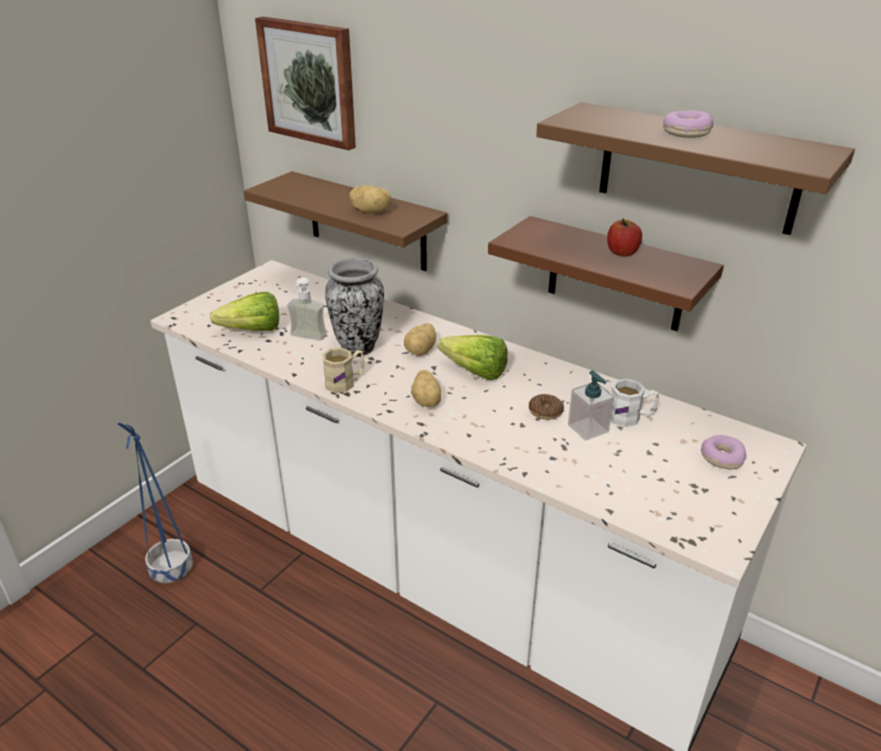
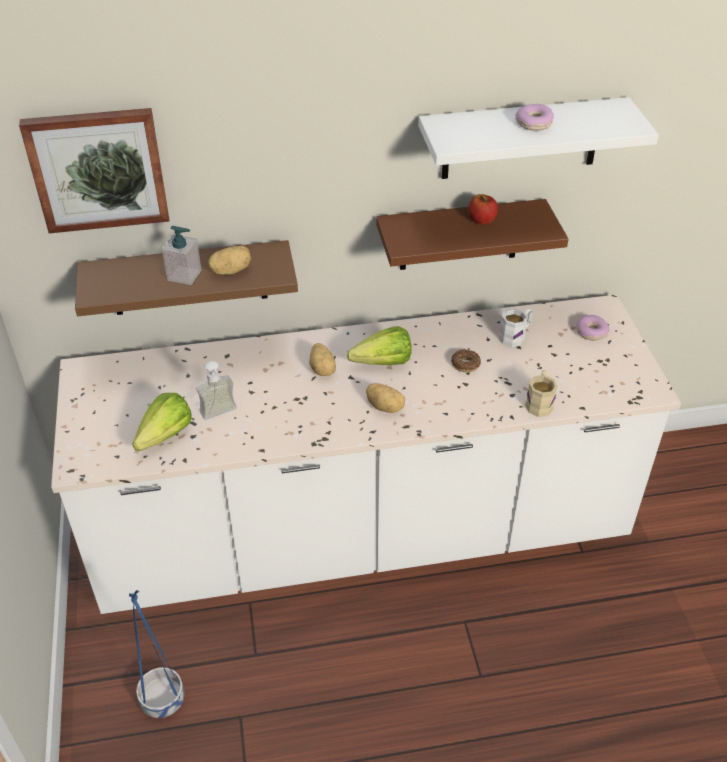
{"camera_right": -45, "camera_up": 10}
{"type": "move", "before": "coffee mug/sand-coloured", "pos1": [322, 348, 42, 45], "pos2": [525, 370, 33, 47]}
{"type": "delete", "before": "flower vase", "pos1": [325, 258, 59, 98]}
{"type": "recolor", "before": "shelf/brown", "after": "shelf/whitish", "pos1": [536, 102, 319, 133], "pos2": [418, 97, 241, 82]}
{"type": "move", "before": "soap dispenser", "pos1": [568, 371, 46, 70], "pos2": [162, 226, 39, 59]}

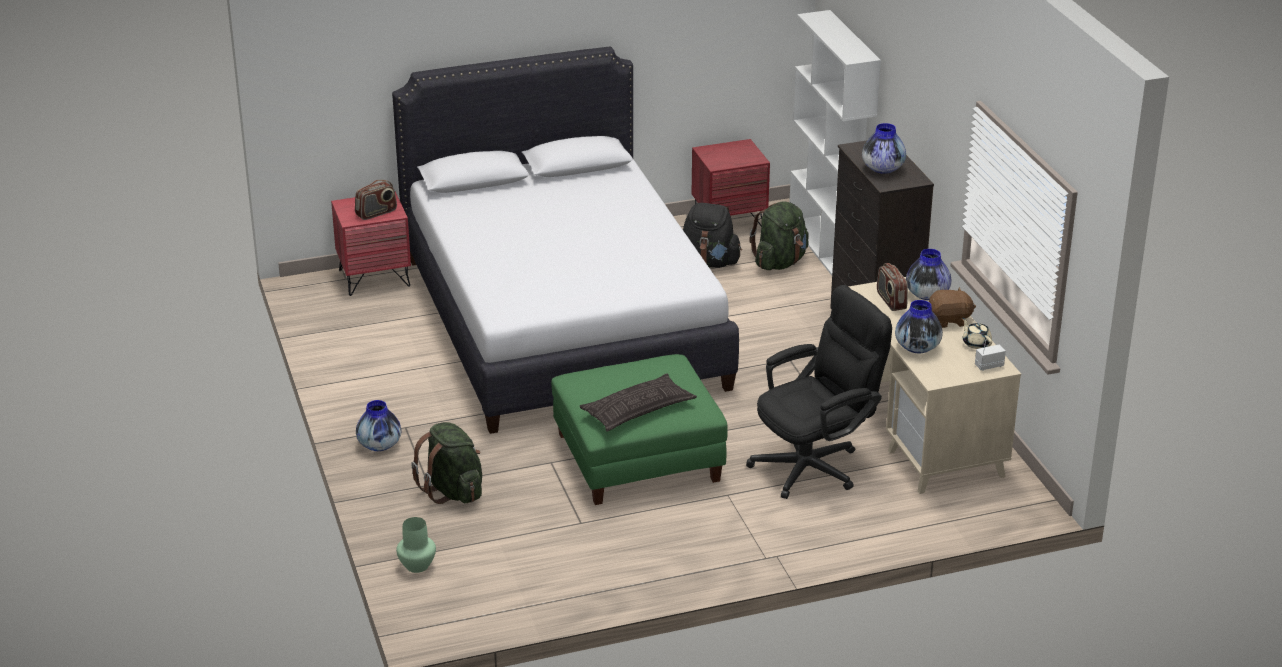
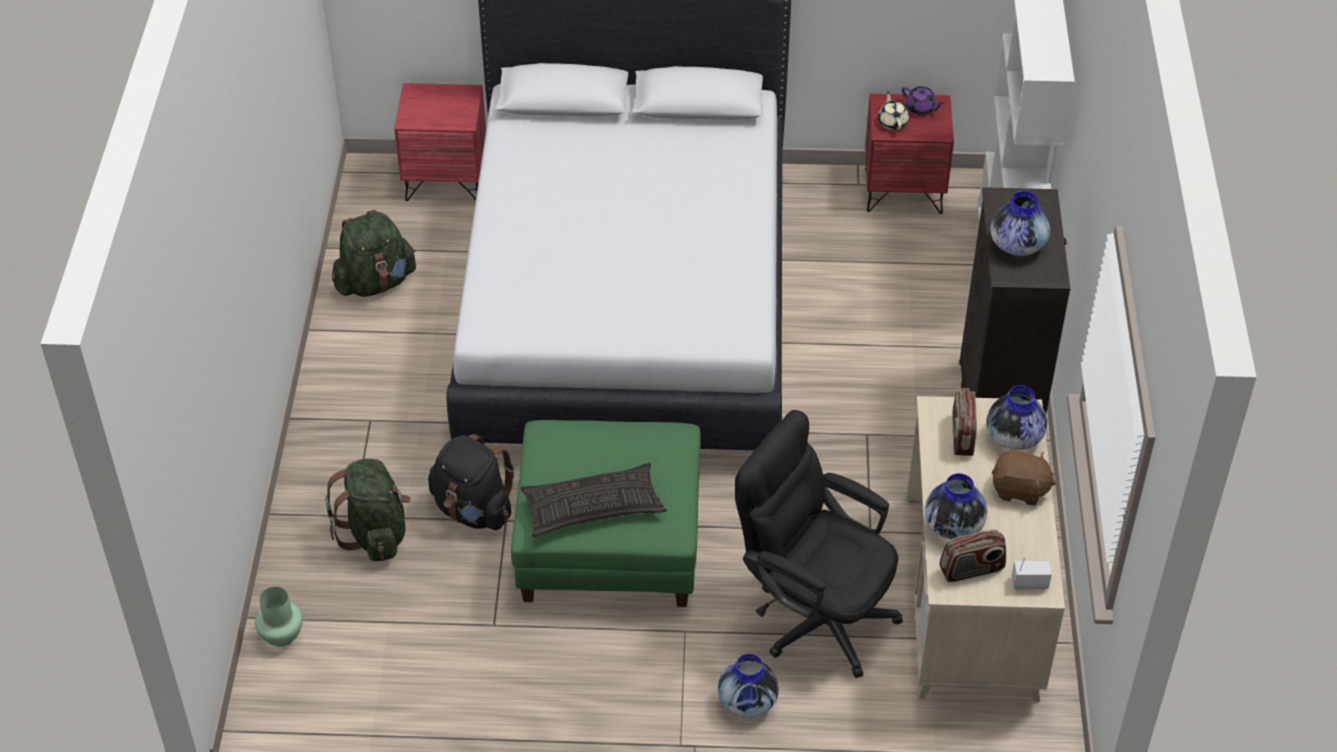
{"camera_right": 20, "camera_up": 15}
{"type": "move", "before": "radio", "pos1": [355, 180, 42, 40], "pos2": [939, 530, 67, 52]}
{"type": "move", "before": "flower vase", "pos1": [356, 400, 45, 51], "pos2": [718, 654, 61, 64]}
{"type": "move", "before": "backpack/black", "pos1": [683, 203, 59, 65], "pos2": [428, 434, 87, 96]}
{"type": "rotate", "before": "computer chair/black", "pos1": [746, 285, 146, 214], "pos2": [735, 410, 168, 268], "turn": -135}
{"type": "move", "before": "backpack/green-coloured", "pos1": [749, 201, 60, 69], "pos2": [332, 210, 84, 87]}
{"type": "move", "before": "teapot/sand-coloured", "pos1": [962, 318, 30, 31], "pos2": [878, 91, 31, 39]}
{"type": "insert", "after": "teapot/purplish", "pos2": [902, 86, 43, 29]}

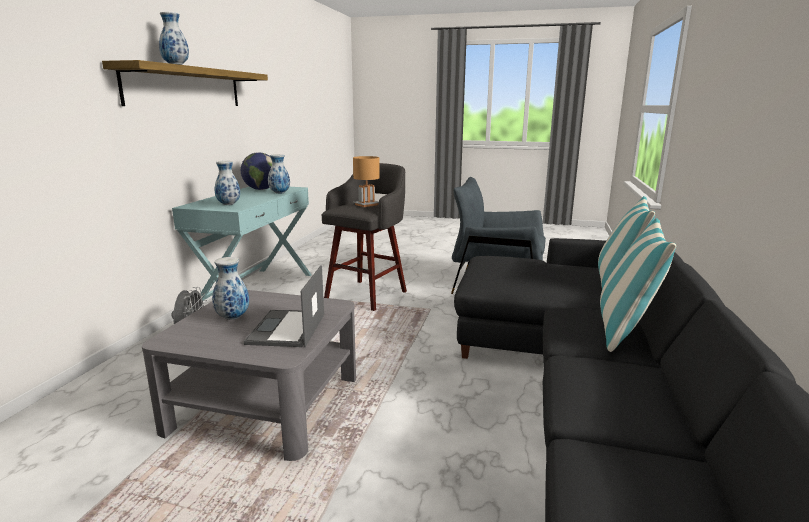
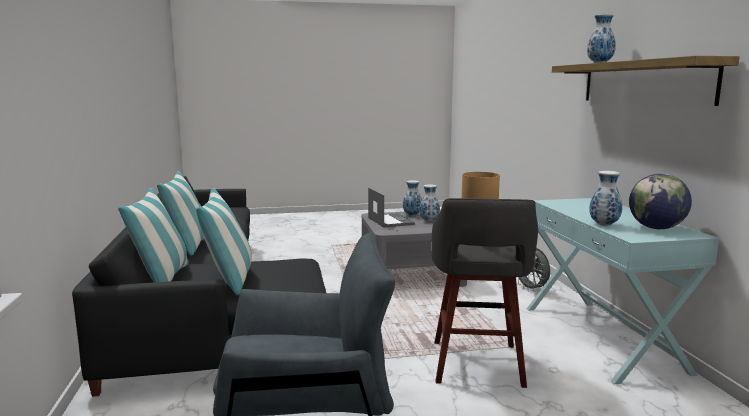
{"camera_right": 155, "camera_up": -5}
{"type": "move", "before": "flower vase", "pos1": [215, 161, 25, 44], "pos2": [403, 180, 19, 36]}
{"type": "insert", "after": "pillow", "pos2": [196, 188, 56, 107]}

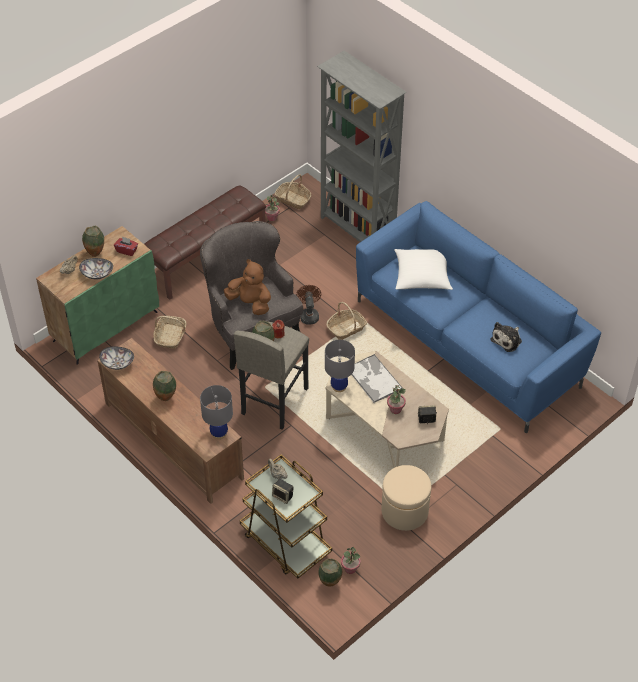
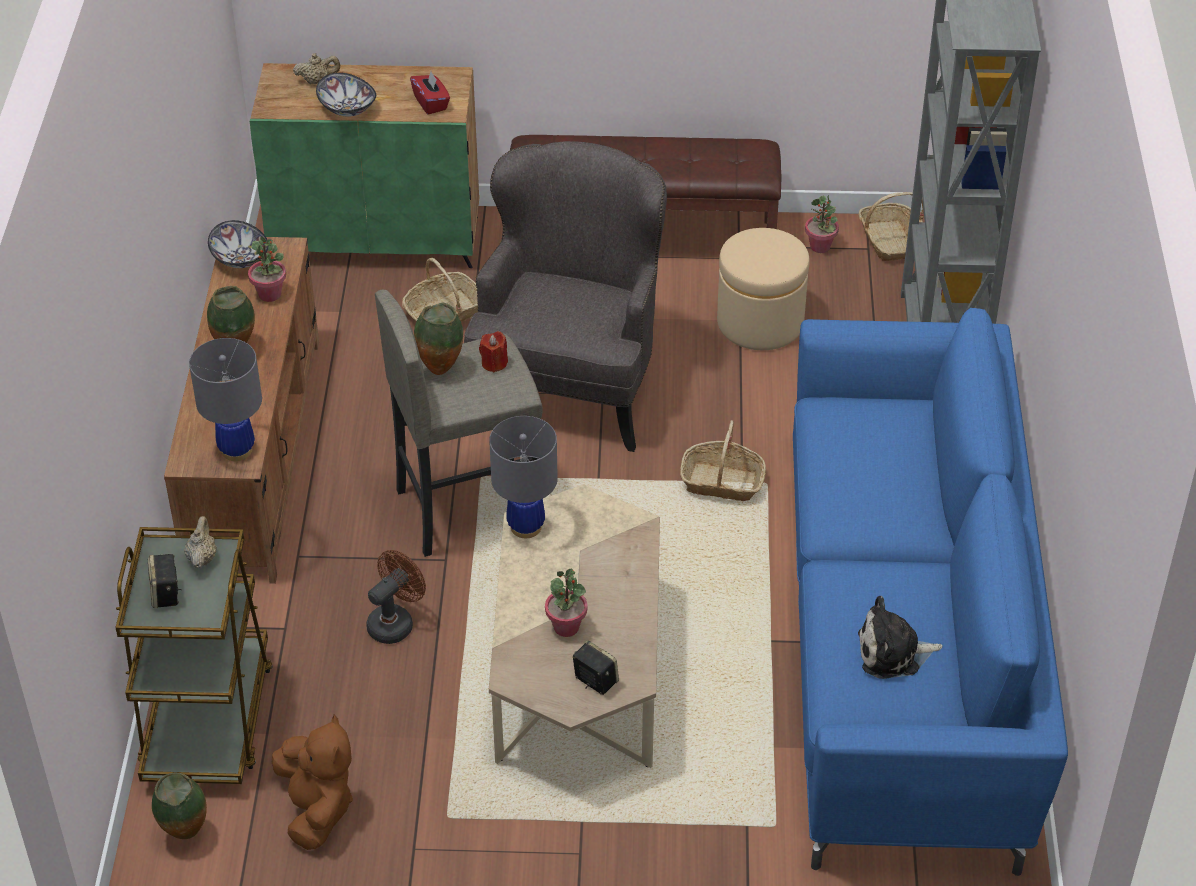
{"camera_right": 45, "camera_up": -5}
{"type": "delete", "before": "flower vase", "pos1": [82, 226, 22, 31]}
{"type": "move", "before": "cuddly toy/brown", "pos1": [223, 259, 48, 56], "pos2": [272, 714, 81, 136]}
{"type": "move", "before": "electric fan/brown", "pos1": [296, 285, 25, 40], "pos2": [366, 550, 60, 94]}
{"type": "move", "before": "houseplant", "pos1": [341, 547, 19, 27], "pos2": [248, 236, 38, 66]}
{"type": "delete", "before": "carrying tray", "pos1": [351, 354, 51, 49]}
{"type": "move", "before": "ottoman/sand-coloured", "pos1": [381, 465, 50, 66], "pos2": [717, 228, 93, 122]}
{"type": "delete", "before": "pillow/whitish", "pos1": [394, 249, 59, 41]}

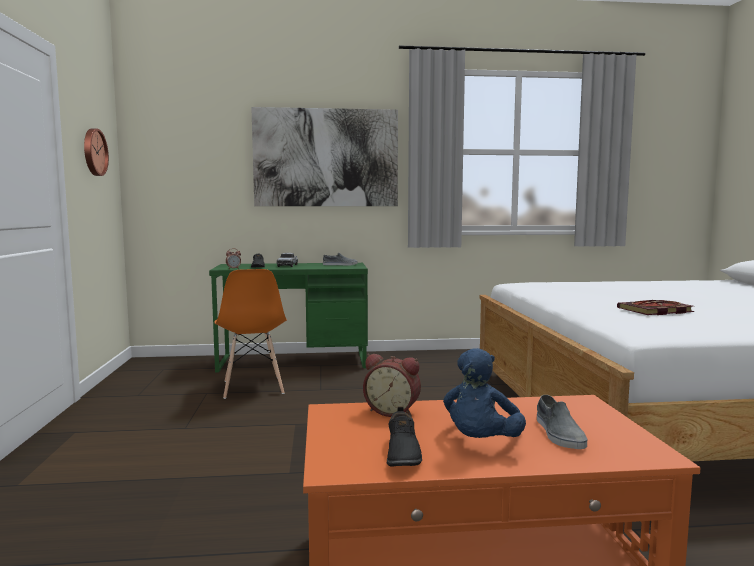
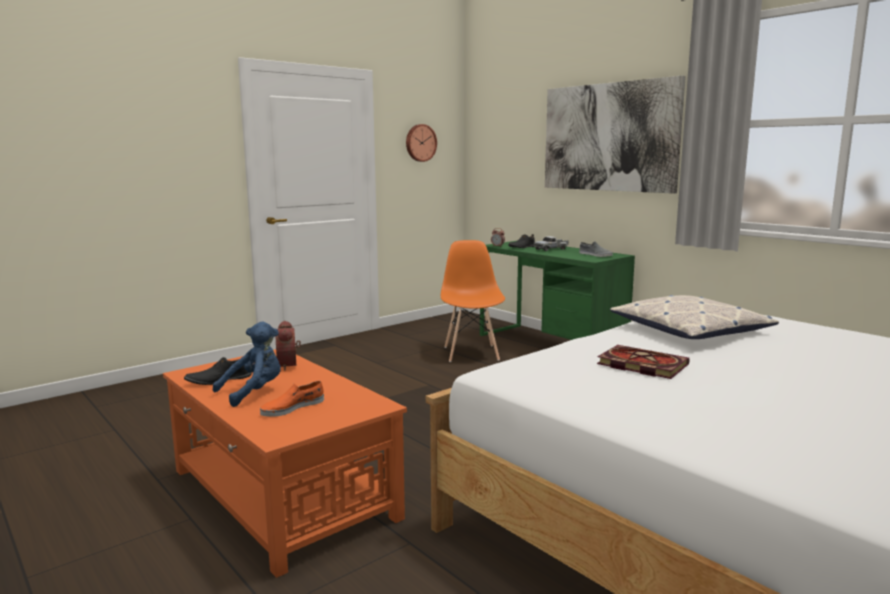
{"camera_right": 55, "camera_up": 5}
{"type": "rotate", "before": "chair/orangey", "pos1": [214, 269, 73, 130], "pos2": [441, 240, 64, 122], "turn": 135}
{"type": "rotate", "before": "cuddly toy/blue", "pos1": [443, 348, 83, 90], "pos2": [213, 322, 68, 85], "turn": 150}
{"type": "recolor", "before": "shoe/grey", "after": "shoe/orangey", "pos1": [537, 395, 50, 54], "pos2": [260, 381, 64, 36]}
{"type": "insert", "after": "pillow", "pos2": [610, 295, 169, 44]}

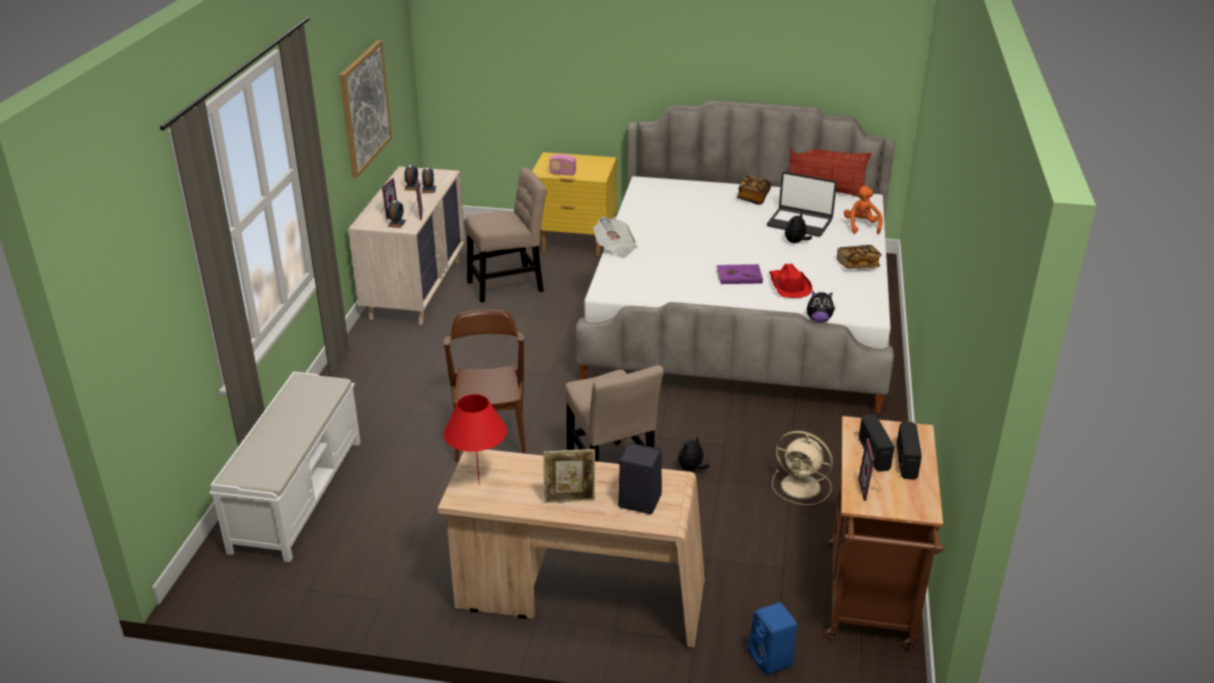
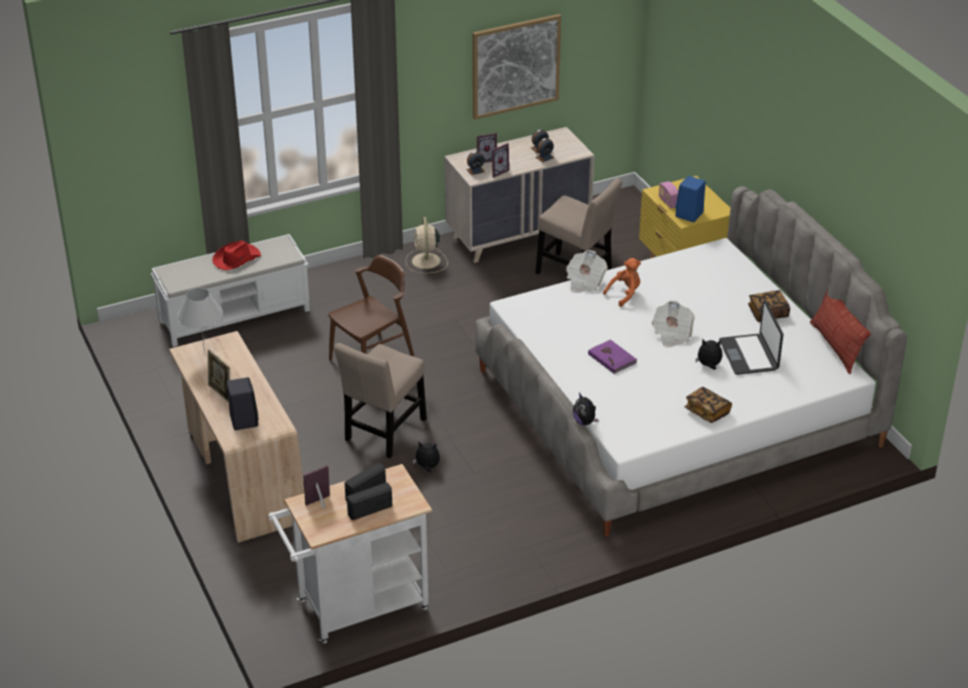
{"camera_right": 55, "camera_up": 5}
{"type": "recolor", "before": "lamp for a table/reddish", "after": "lamp for a table/whitish", "pos1": [443, 394, 64, 90], "pos2": [177, 288, 46, 65]}
{"type": "move", "before": "speaker/blue", "pos1": [748, 602, 49, 73], "pos2": [676, 176, 30, 46]}
{"type": "move", "before": "clothing hat/reddish", "pos1": [769, 264, 44, 34], "pos2": [212, 240, 49, 30]}
{"type": "move", "before": "electric fan/sand-coloured", "pos1": [772, 431, 61, 74], "pos2": [406, 217, 42, 57]}
{"type": "recolor", "before": "cart/brown", "after": "cart/whitish", "pos1": [825, 416, 119, 233], "pos2": [268, 464, 164, 180]}
{"type": "move", "before": "cuddly toy/orangey", "pos1": [844, 186, 39, 48], "pos2": [603, 258, 38, 49]}
{"type": "insert", "after": "daily paper", "pos2": [652, 301, 43, 47]}

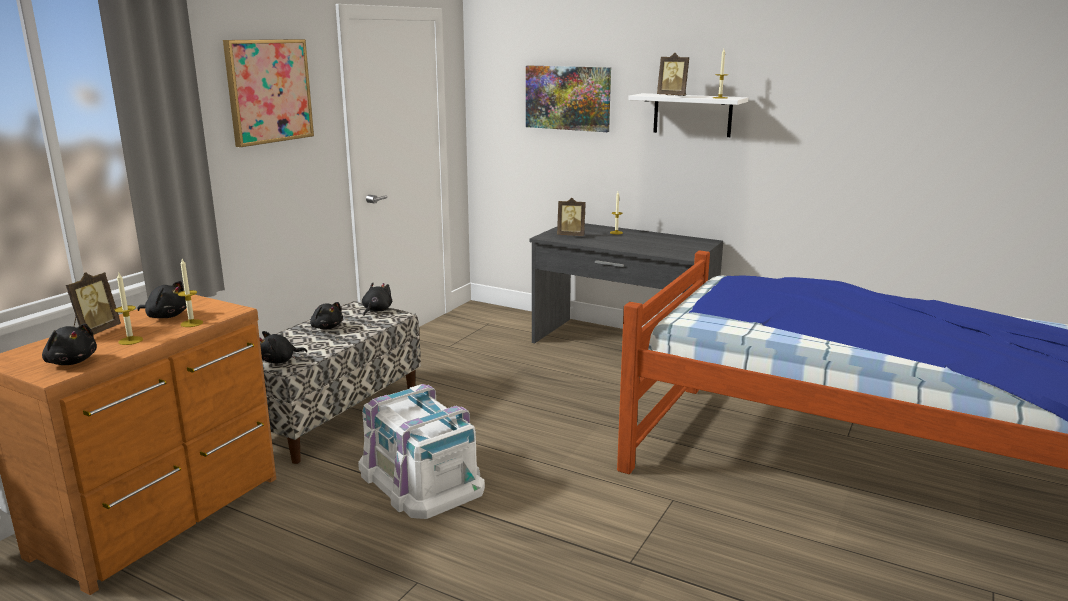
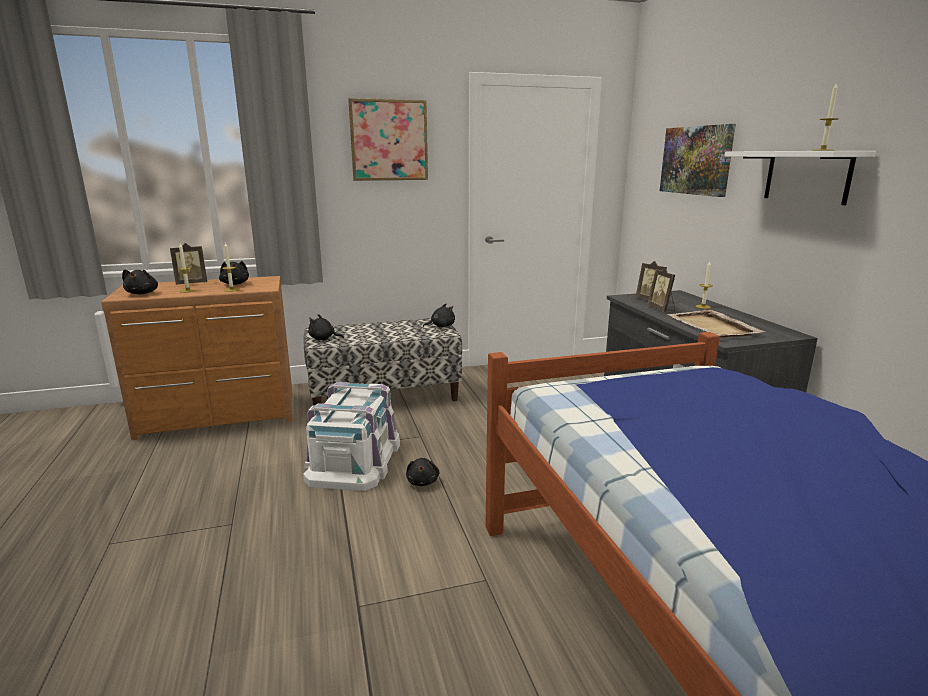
{"camera_right": 45, "camera_up": 0}
{"type": "move", "before": "cuddly toy/black", "pos1": [310, 302, 33, 28], "pos2": [406, 458, 34, 28]}
{"type": "move", "before": "standing frame", "pos1": [657, 53, 32, 43], "pos2": [648, 268, 27, 44]}
{"type": "insert", "after": "carrying tray/sand-coloured", "pos2": [667, 310, 98, 27]}

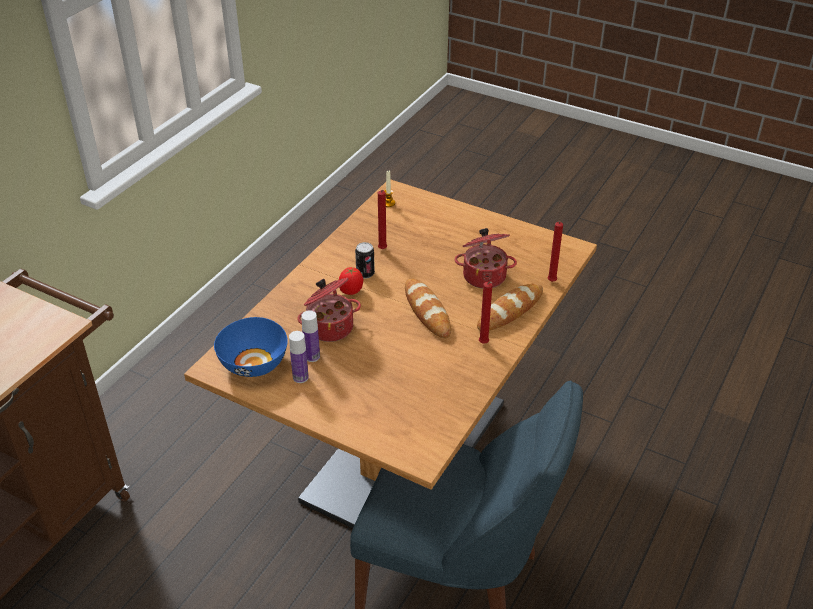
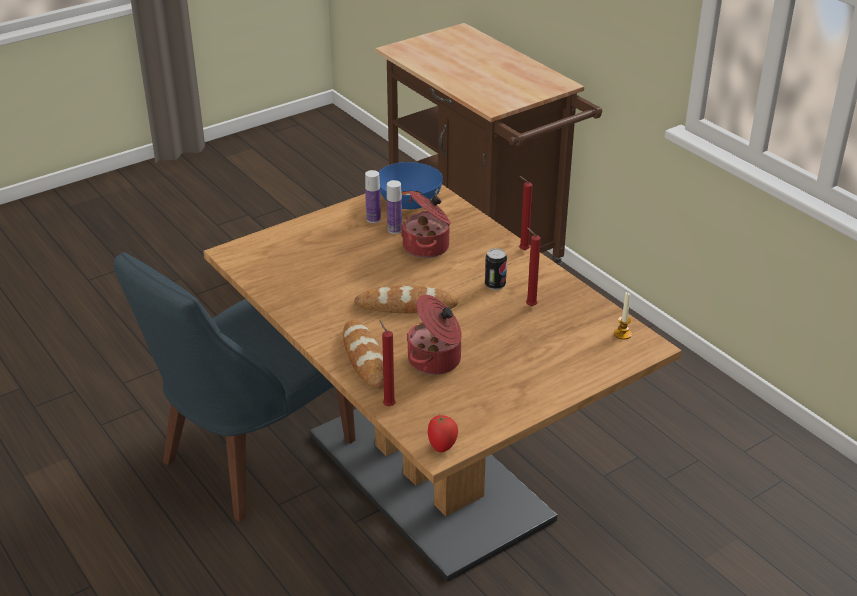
{"camera_right": 115, "camera_up": -5}
{"type": "move", "before": "whole tomato", "pos1": [339, 267, 24, 28], "pos2": [428, 414, 30, 39]}
{"type": "move", "before": "wax light/reddish", "pos1": [479, 281, 13, 62], "pos2": [519, 176, 14, 75]}

